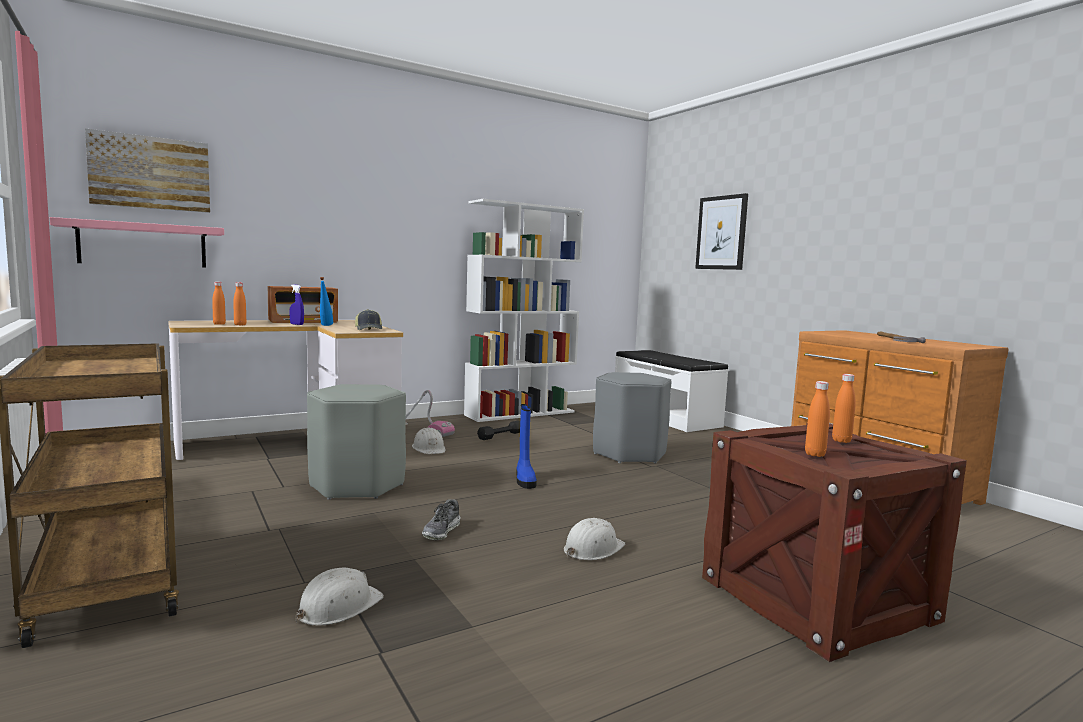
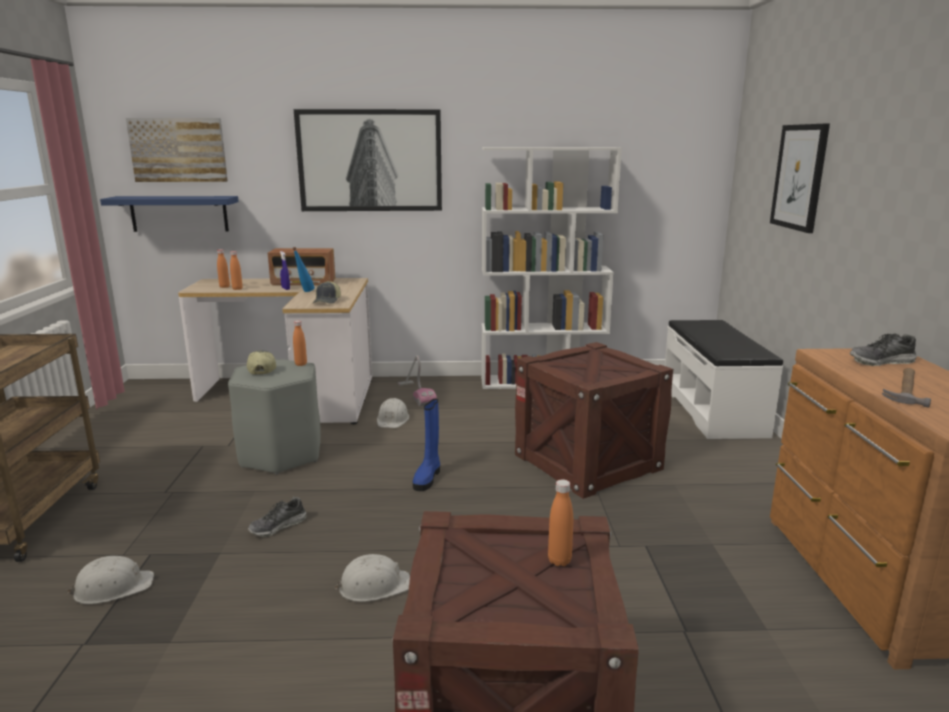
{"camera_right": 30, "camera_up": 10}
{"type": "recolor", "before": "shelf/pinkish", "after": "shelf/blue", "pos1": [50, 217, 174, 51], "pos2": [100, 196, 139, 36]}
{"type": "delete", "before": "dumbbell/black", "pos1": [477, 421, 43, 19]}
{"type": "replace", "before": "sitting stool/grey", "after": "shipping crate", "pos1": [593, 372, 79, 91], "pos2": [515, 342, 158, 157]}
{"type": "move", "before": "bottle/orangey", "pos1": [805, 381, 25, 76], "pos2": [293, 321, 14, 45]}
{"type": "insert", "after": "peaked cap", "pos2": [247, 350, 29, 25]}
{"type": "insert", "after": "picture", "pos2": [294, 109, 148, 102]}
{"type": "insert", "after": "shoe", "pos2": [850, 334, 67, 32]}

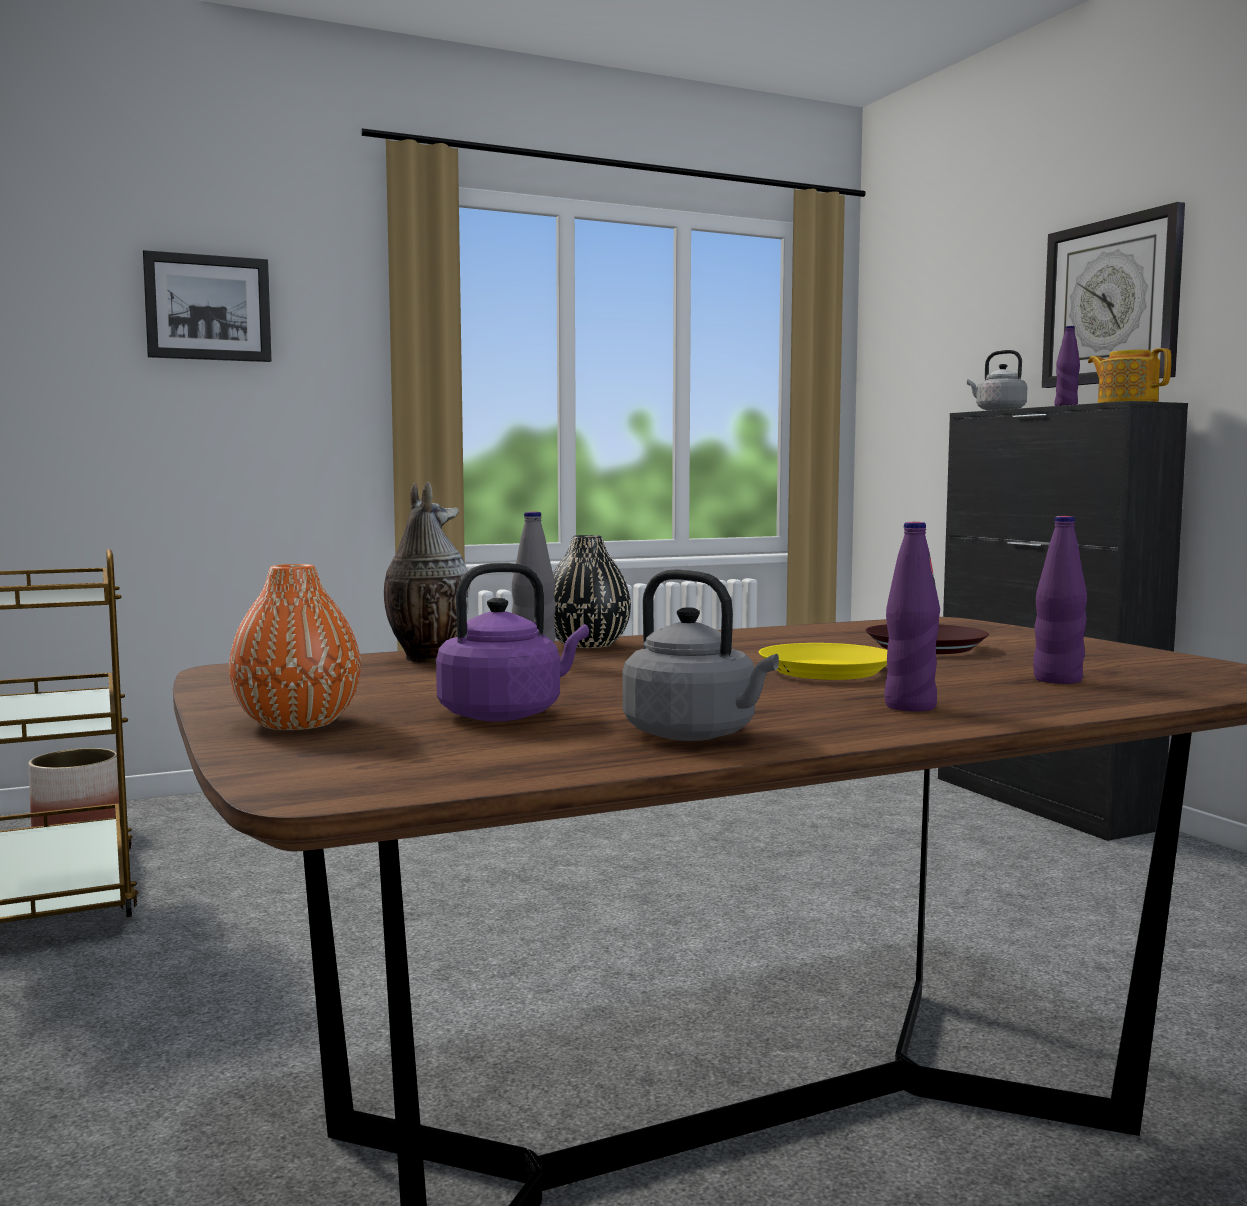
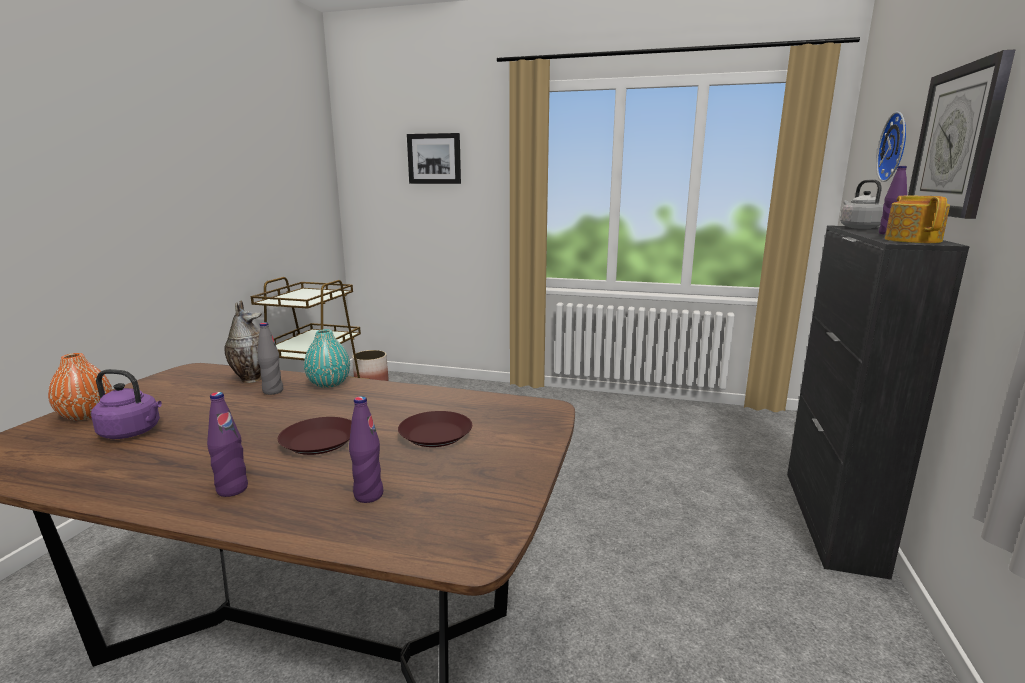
{"camera_right": 40, "camera_up": 10}
{"type": "recolor", "before": "flower vase/black", "after": "flower vase/turquoise-coloured", "pos1": [553, 535, 78, 113], "pos2": [304, 329, 46, 59]}
{"type": "delete", "before": "kettle/grey", "pos1": [622, 570, 157, 171]}
{"type": "recolor", "before": "plate/yellow", "after": "plate/brown", "pos1": [759, 643, 128, 37], "pos2": [278, 417, 74, 38]}
{"type": "insert", "after": "wall clock", "pos2": [876, 112, 30, 70]}

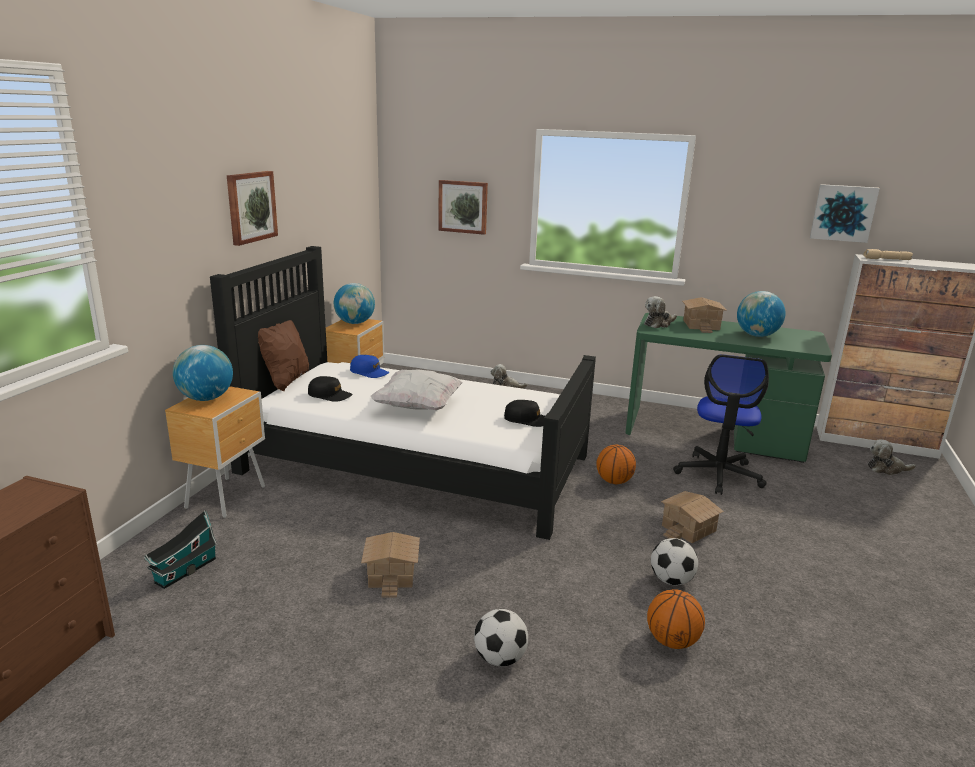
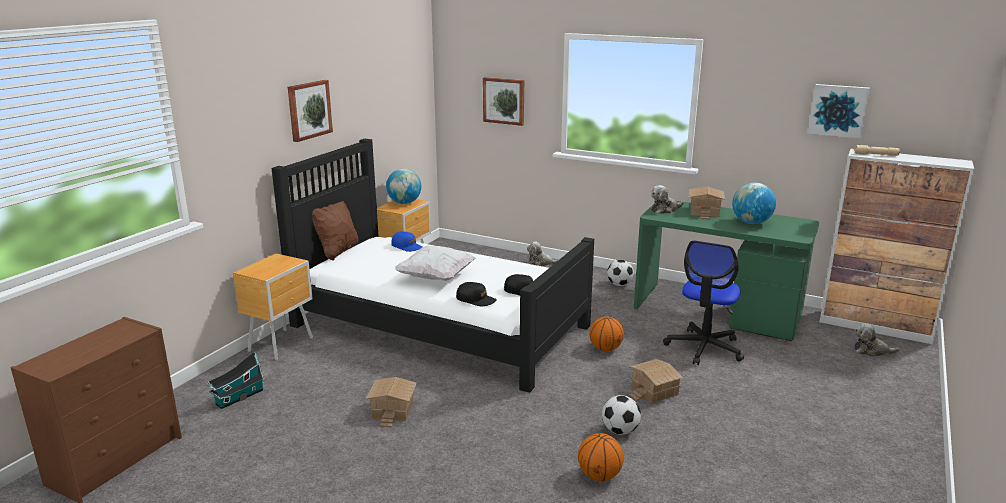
{"camera_right": 10, "camera_up": 0}
{"type": "delete", "before": "globe", "pos1": [173, 345, 60, 56]}
{"type": "move", "before": "peaked cap/black", "pos1": [308, 376, 45, 26], "pos2": [456, 282, 41, 24]}
{"type": "move", "before": "football ball", "pos1": [474, 609, 54, 57], "pos2": [607, 260, 27, 26]}

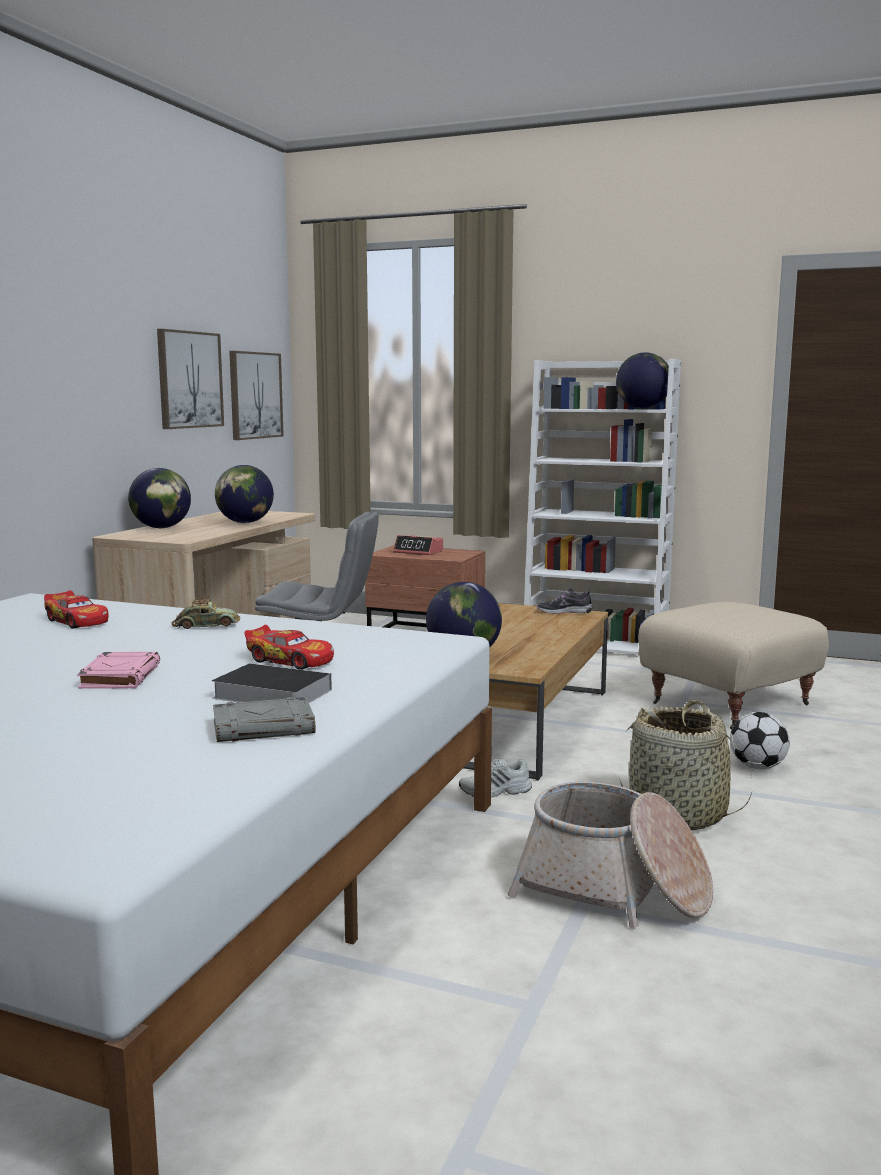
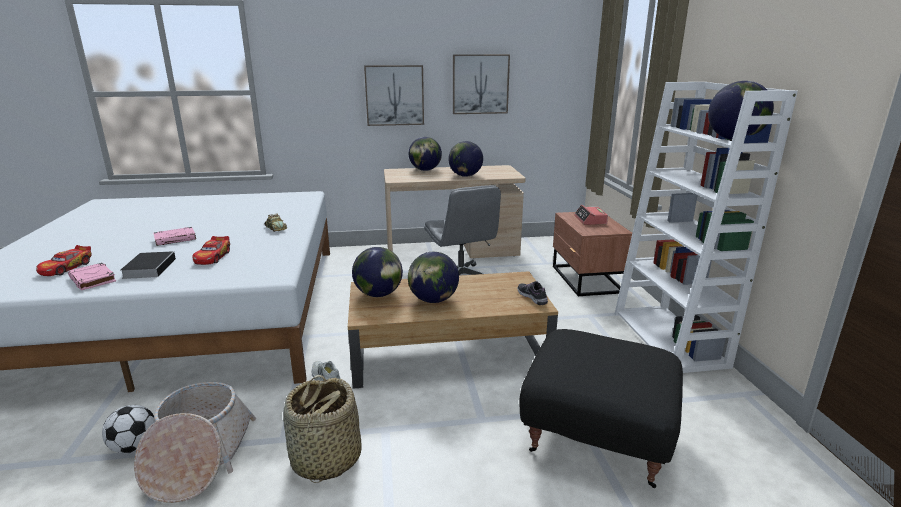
{"camera_right": 60, "camera_up": 10}
{"type": "move", "before": "miniature car", "pos1": [44, 590, 65, 39], "pos2": [36, 245, 56, 31]}
{"type": "recolor", "before": "bound book/grey", "after": "bound book/pinkish", "pos1": [213, 697, 102, 45], "pos2": [68, 263, 48, 27]}
{"type": "move", "before": "picture", "pos1": [229, 351, 55, 89], "pos2": [364, 65, 60, 61]}
{"type": "recolor", "before": "ottoman/sand-coloured", "after": "ottoman/black", "pos1": [638, 602, 191, 127], "pos2": [520, 329, 163, 159]}
{"type": "move", "before": "football ball", "pos1": [730, 712, 60, 57], "pos2": [102, 405, 53, 49]}
{"type": "insert", "after": "globe", "pos2": [408, 252, 51, 51]}

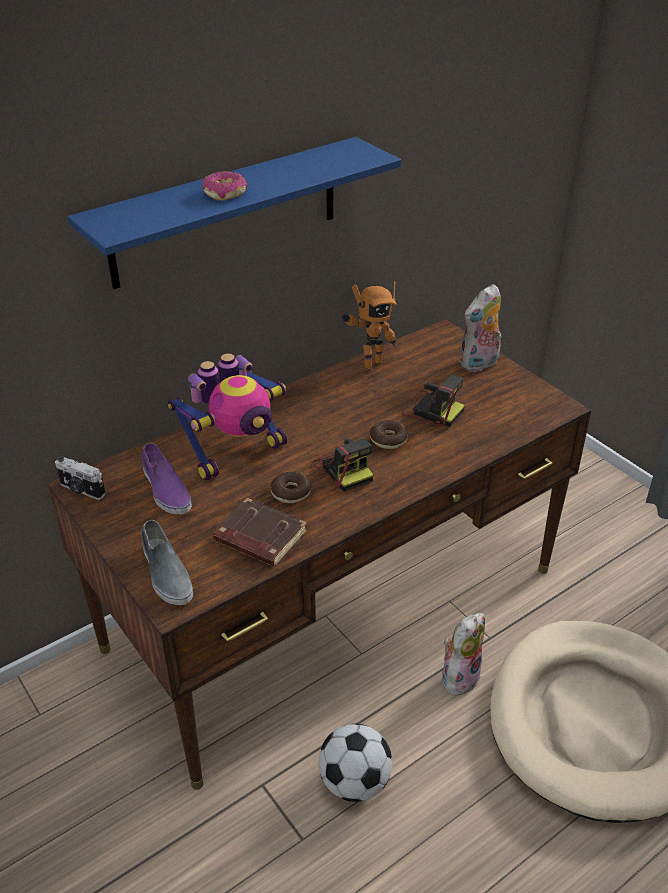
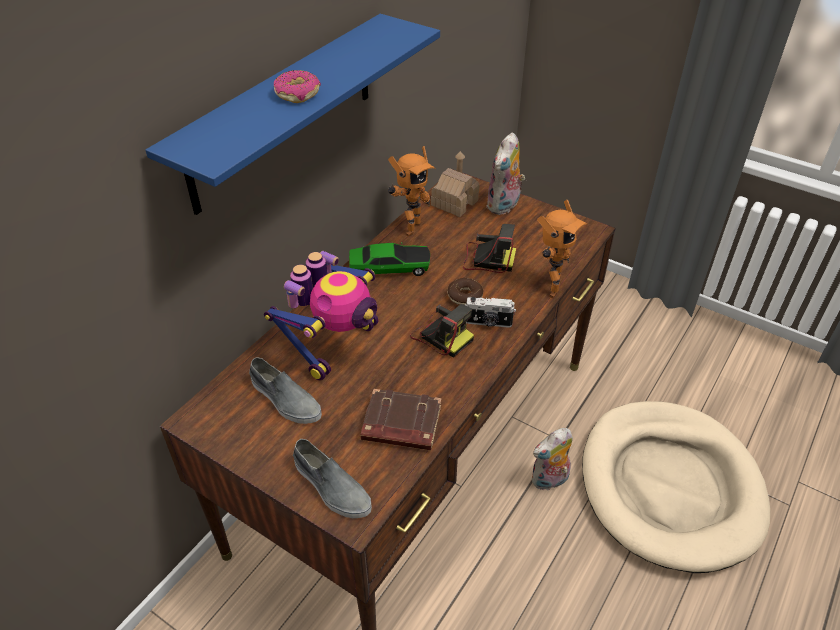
{"camera_right": -20, "camera_up": 5}
{"type": "move", "before": "still camera", "pos1": [55, 457, 51, 43], "pos2": [465, 297, 51, 31]}
{"type": "recolor", "before": "shoe/purplish", "after": "shoe/grey", "pos1": [142, 443, 50, 71], "pos2": [249, 358, 73, 66]}
{"type": "delete", "before": "doughnut", "pos1": [271, 471, 41, 32]}
{"type": "delete", "before": "football ball", "pos1": [319, 724, 73, 78]}
{"type": "rotate", "before": "cuddly toy", "pos1": [442, 613, 43, 83], "pos2": [532, 428, 41, 63], "turn": -135}
{"type": "insert", "after": "miniature car", "pos2": [349, 242, 81, 34]}
{"type": "insert", "after": "toy house", "pos2": [431, 151, 49, 66]}
{"type": "insert", "after": "toy robot", "pos2": [537, 200, 50, 98]}

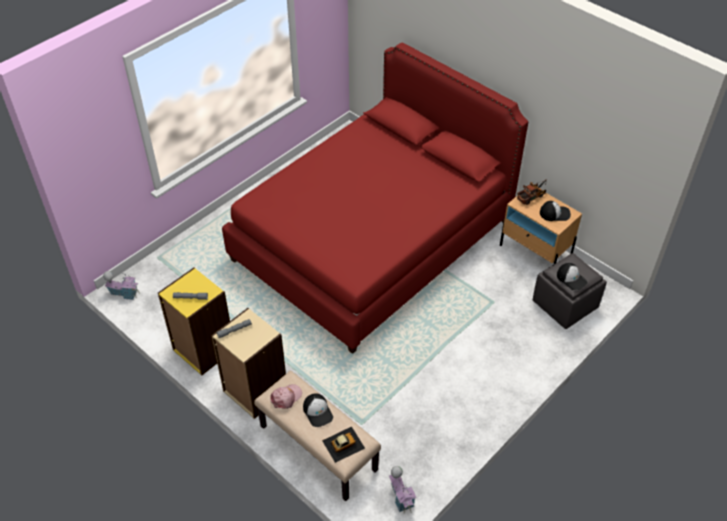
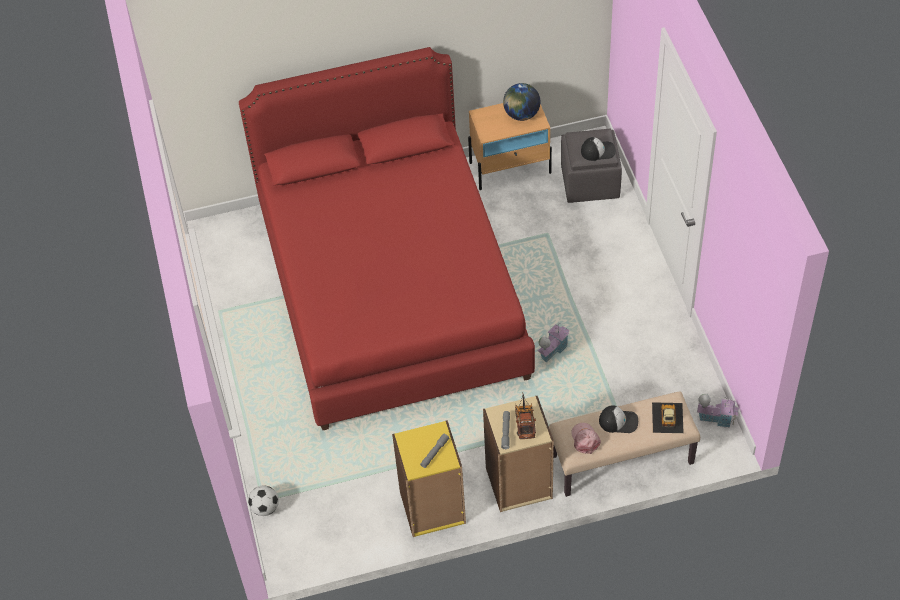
{"camera_right": -55, "camera_up": 5}
{"type": "move", "before": "toy house", "pos1": [103, 271, 37, 29], "pos2": [537, 323, 32, 39]}
{"type": "move", "before": "model truck", "pos1": [517, 179, 30, 26], "pos2": [515, 394, 21, 45]}
{"type": "replace", "before": "peaked cap", "after": "globe", "pos1": [540, 201, 31, 20], "pos2": [503, 83, 37, 38]}
{"type": "insert", "after": "football ball", "pos2": [248, 485, 31, 31]}

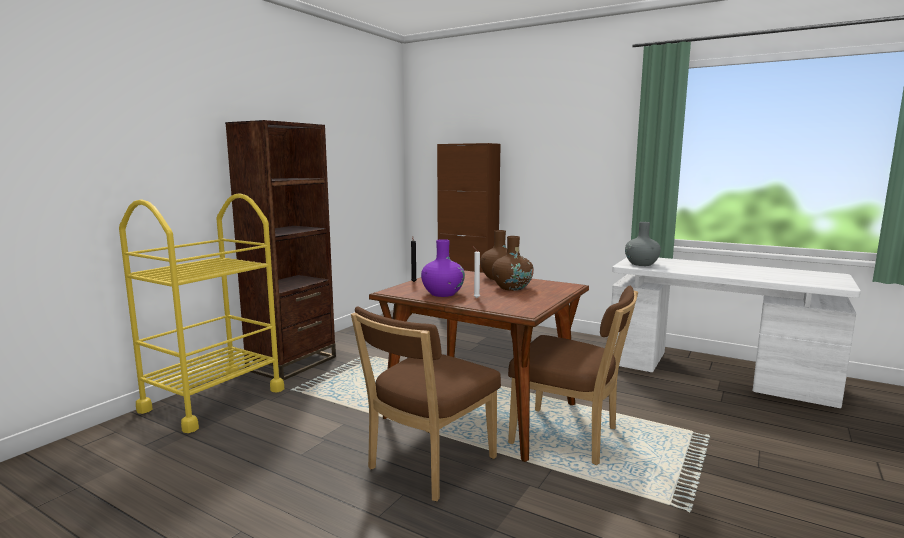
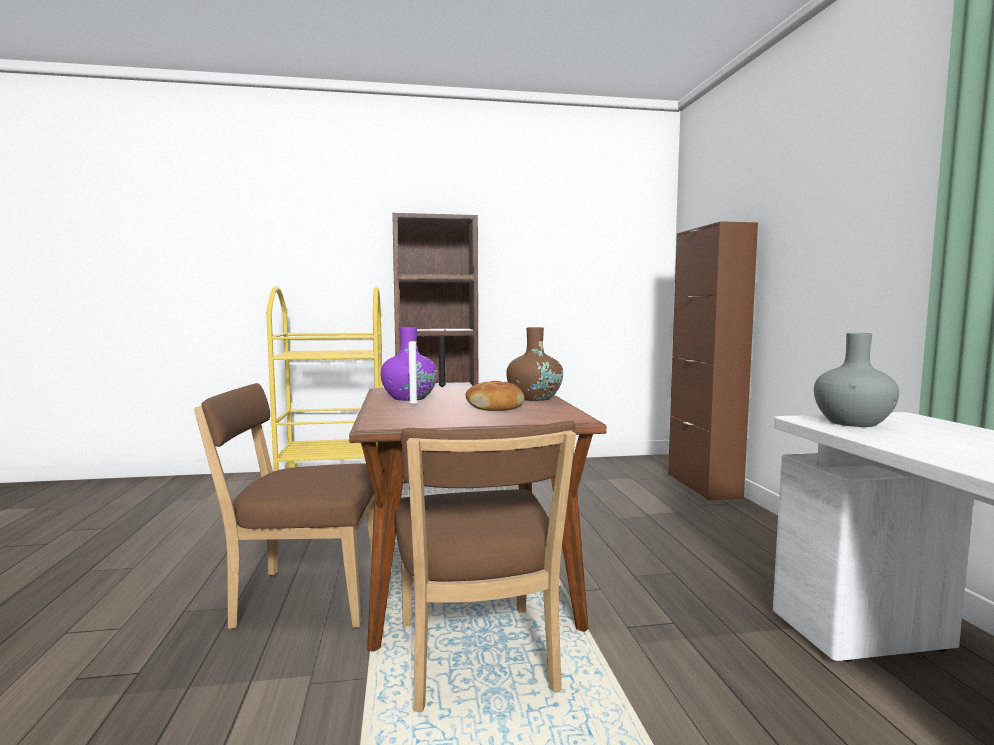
{"camera_right": 50, "camera_up": -5}
{"type": "replace", "before": "flower vase/brown", "after": "bread", "pos1": [492, 236, 42, 55], "pos2": [465, 381, 60, 30]}

